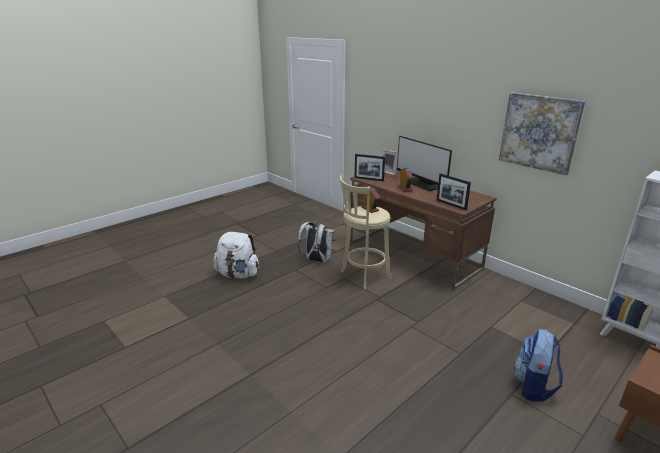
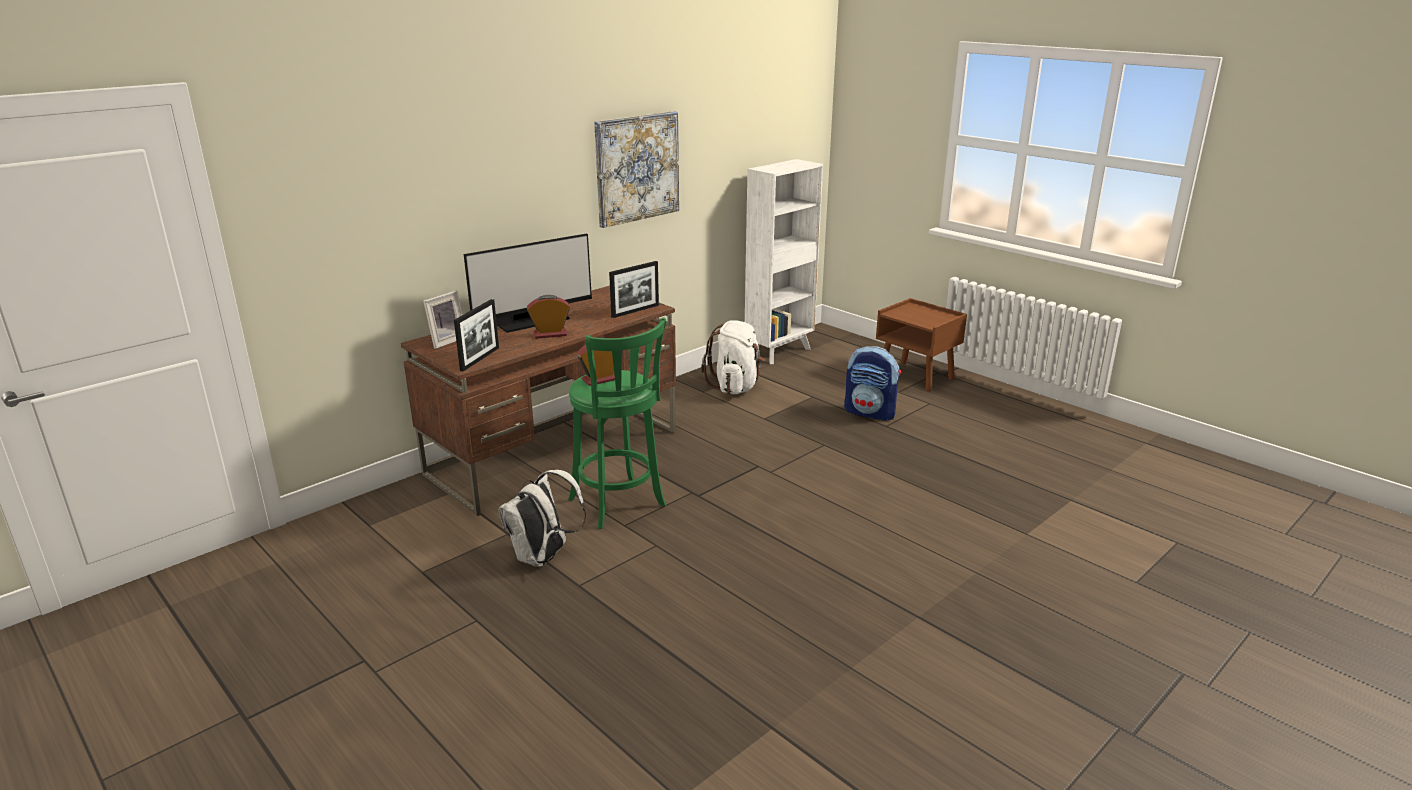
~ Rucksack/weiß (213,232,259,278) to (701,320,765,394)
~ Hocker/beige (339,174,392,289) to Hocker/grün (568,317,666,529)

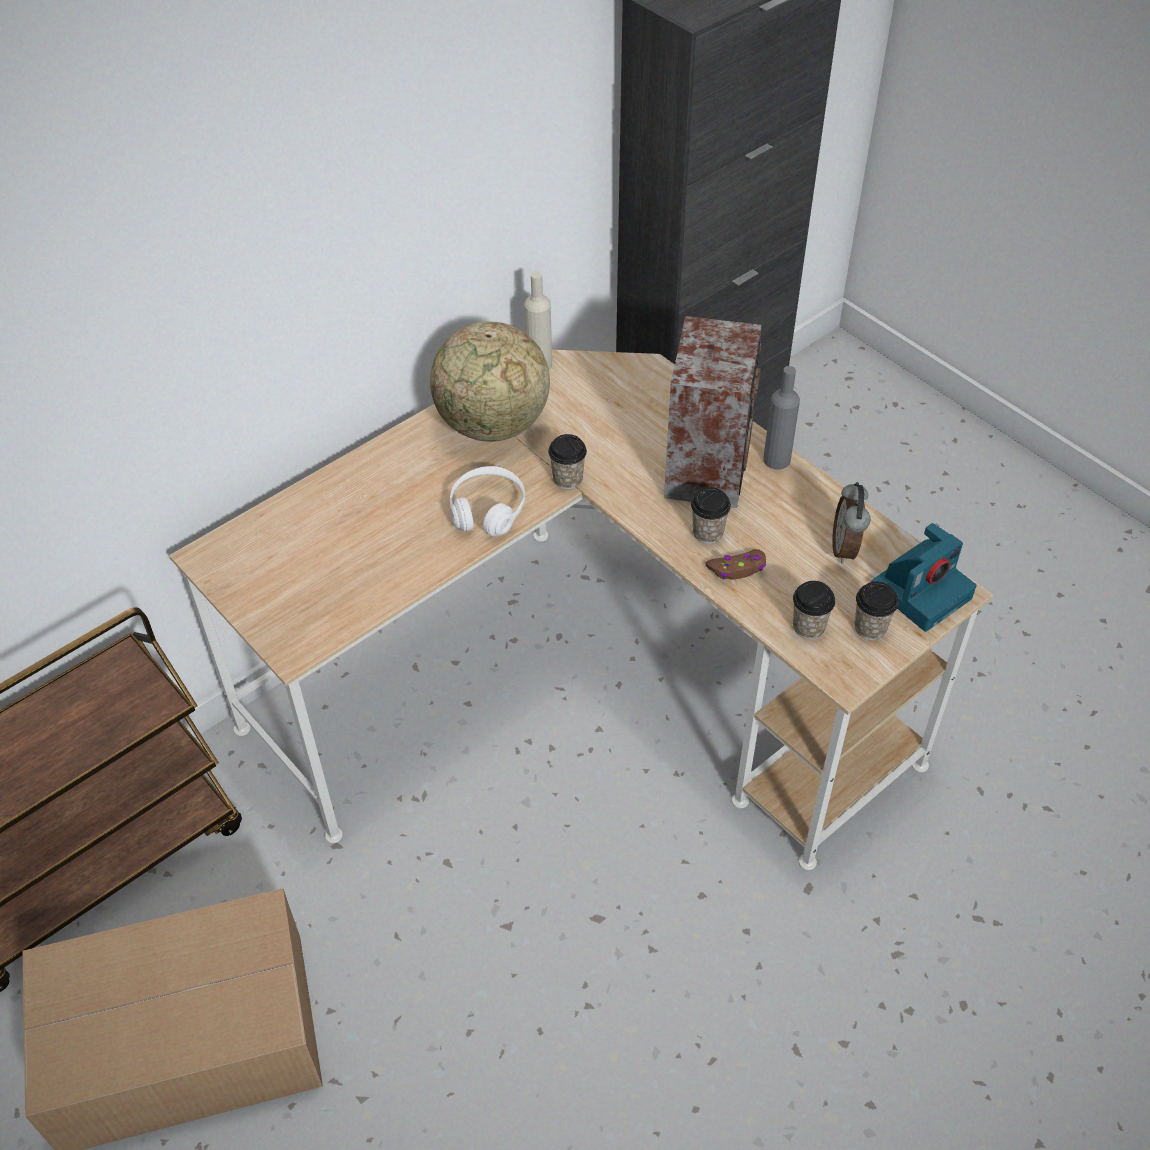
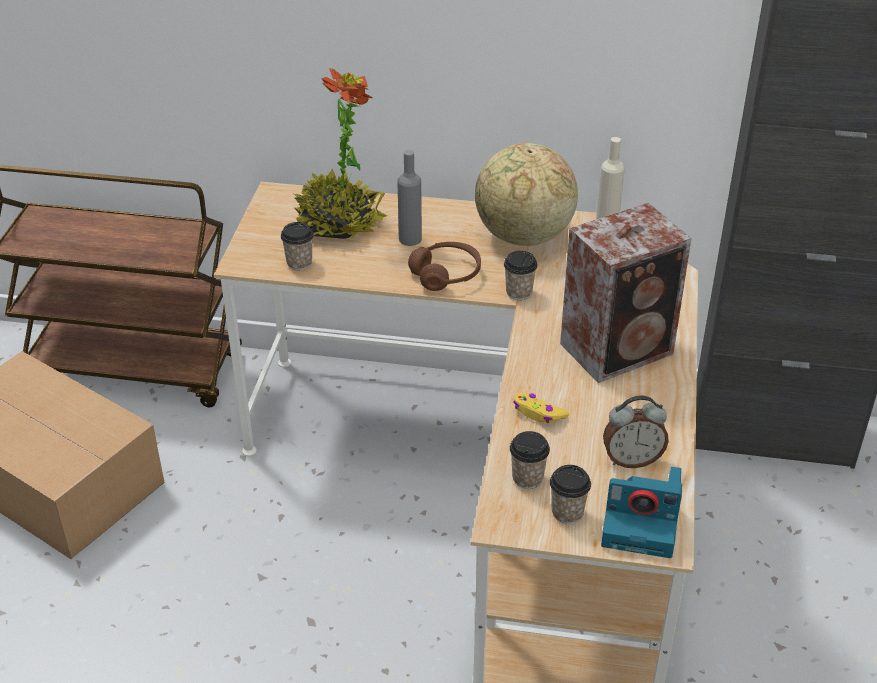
+ Topfpflanze (293,68,387,239)
~ Tasse (691,487,731,544) to (281,222,313,270)
~ Flasche/grau (763,366,800,470) to (397,150,422,246)
~ Kopfhörer/weiß (450,466,525,536) to Kopfhörer/braun (408,242,481,291)
~ Gamepad/braun (705,549,766,580) to Gamepad/gelb (513,392,569,424)
~ Wecker (832,482,870,564) = (603,395,669,468) 150 degrees counterclockwise

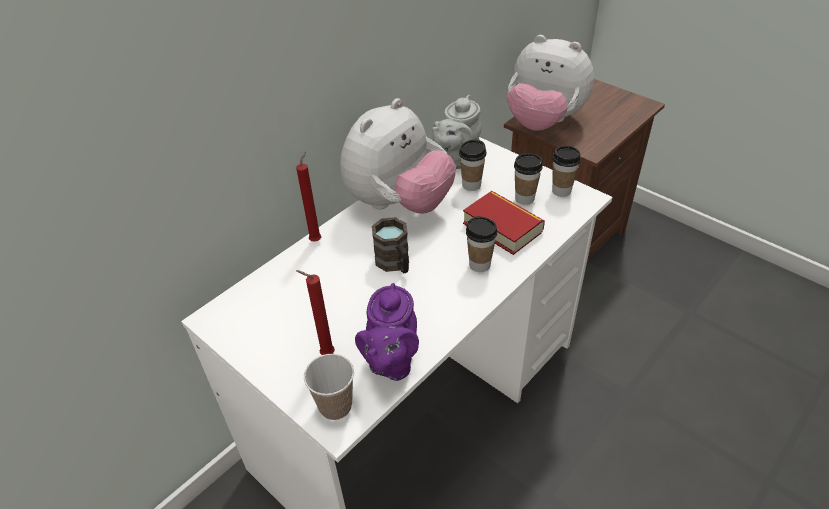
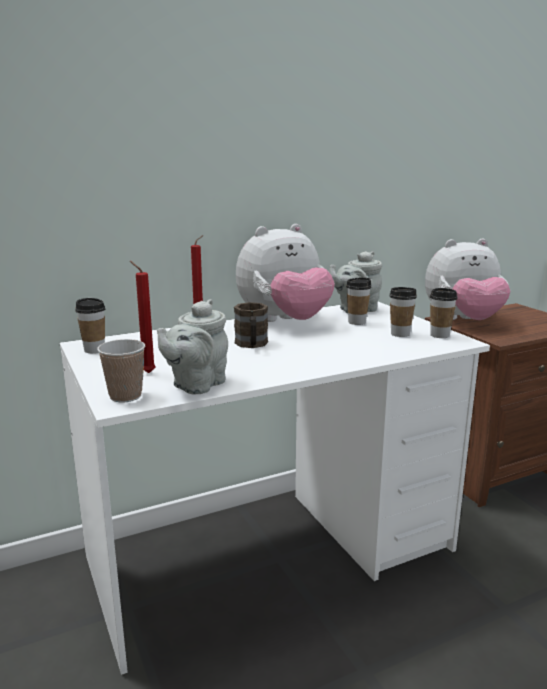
- Buch (463,191,545,255)
~ Tasse (466,216,498,272) to (75,298,105,353)
~ Teekanne/lila (355,283,419,381) to Teekanne/grau (157,299,228,394)
~ Plüschtier (507,35,594,131) = (425,239,510,320) 60 degrees counterclockwise

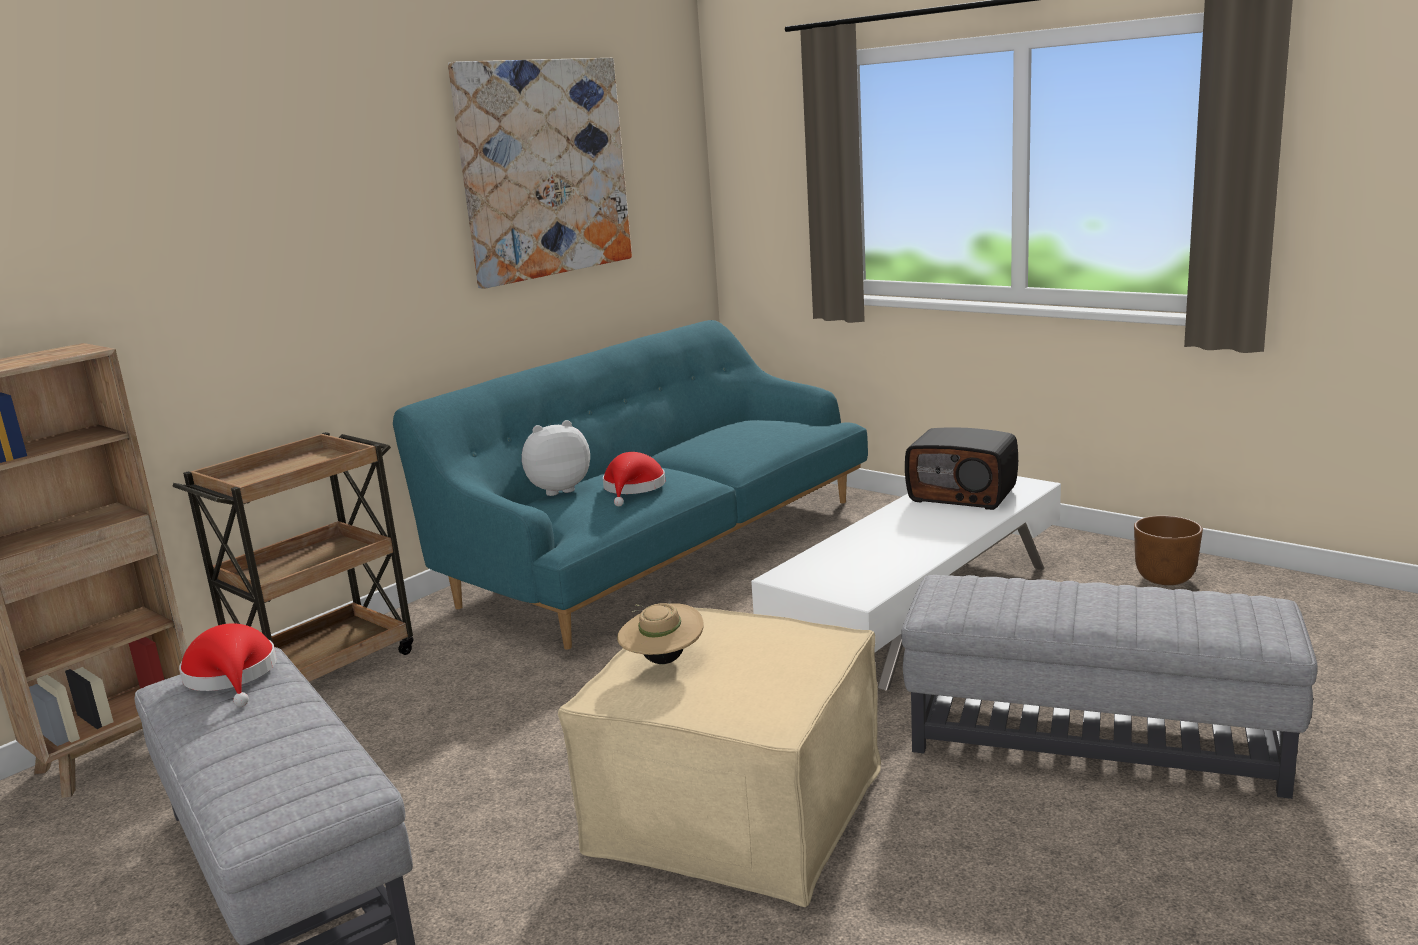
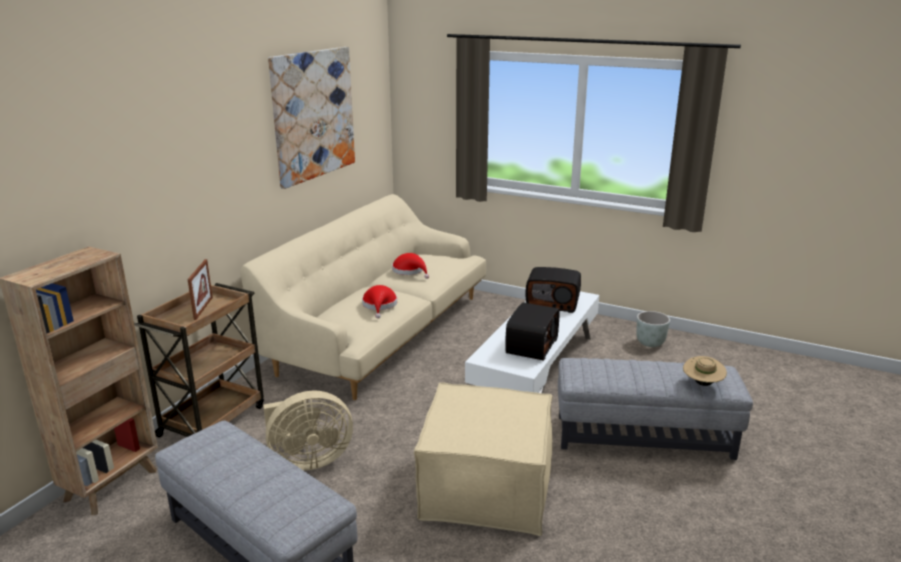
- Plüschtier (522,420,590,496)
+ Bilderrahmen (188,259,213,320)
+ Ventilator/beige (263,390,353,470)
+ Radio (505,302,560,361)
~ Hut/rot (179,623,277,707) to (392,253,429,279)
~ Hut/beige (617,603,703,664) to (683,356,727,386)
~ Sofa/türkis (393,320,868,649) to Sofa/beige (240,194,486,400)
~ Pflanzkübel/braun (1134,516,1203,585) to Pflanzkübel/grau (636,311,670,347)

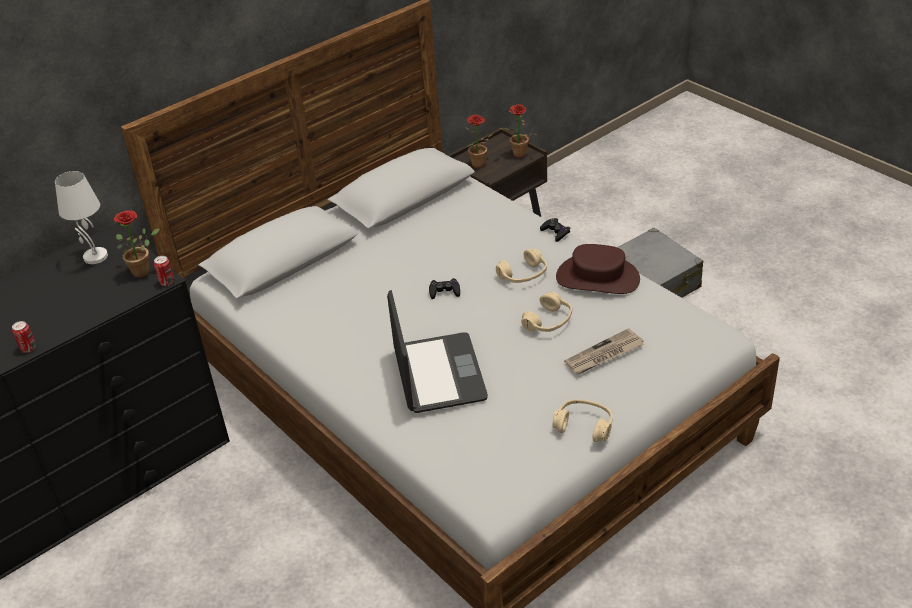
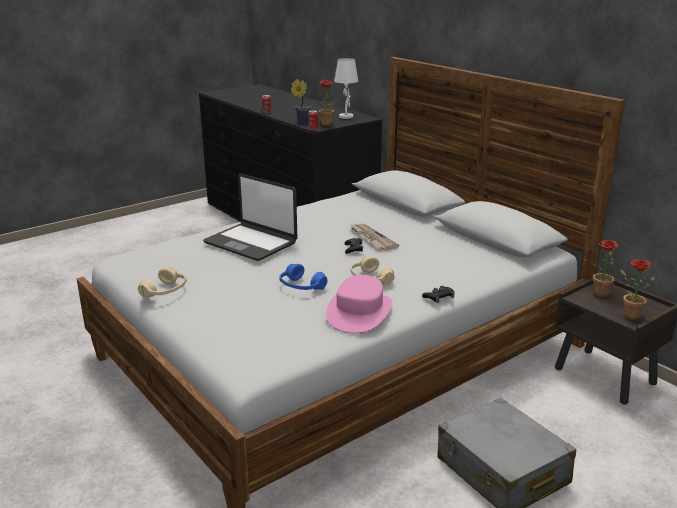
+ Topfpflanze (291,79,311,123)
~ Zeitung (564,328,644,374) to (351,224,399,250)
~ Kopfhörer/beige (521,292,572,332) to Kopfhörer/blau (279,264,327,290)
~ Hut/braun (556,244,640,294) to Hut/rosa (326,275,392,334)
~ Laptop (387,290,488,413) = (203,174,297,261) 45 degrees clockwise

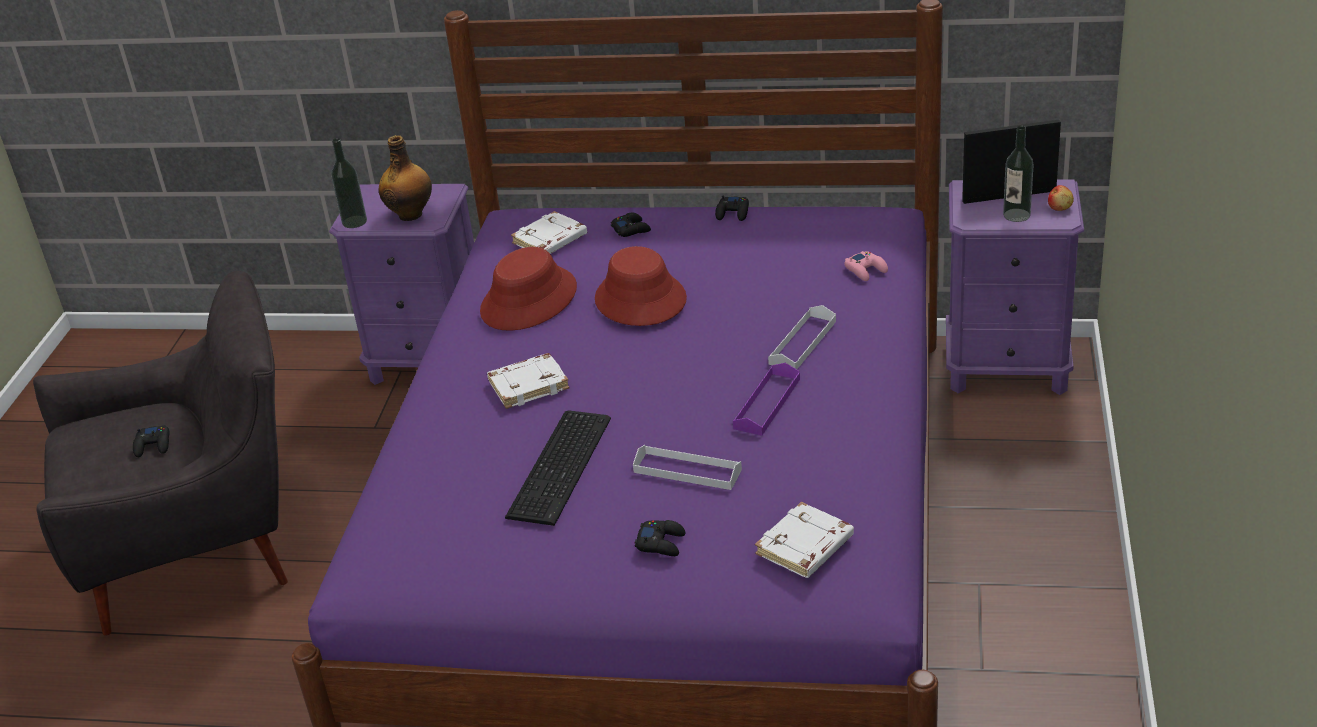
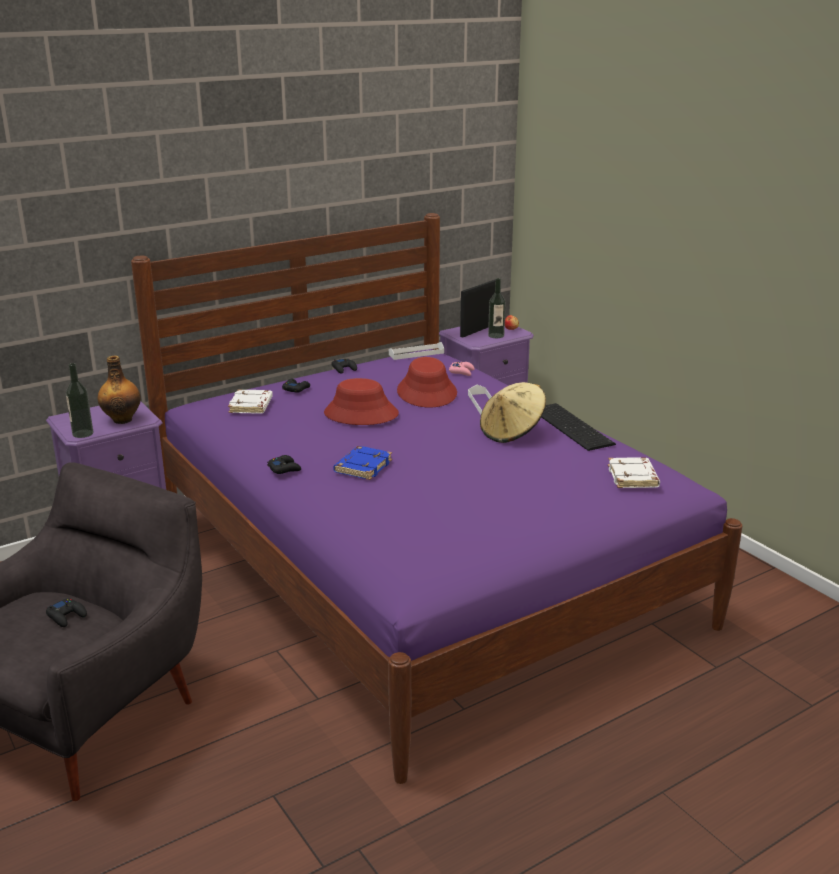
~ Hut/rot (480,247,577,331) to (397,357,457,407)
~ Tastatur (505,410,611,526) to (542,403,616,451)
~ Tablett/weiß (633,445,742,490) to (389,342,444,360)
~ Gamepad/schwarz (635,520,685,556) to (267,455,301,474)
~ Tablett/lila (733,363,800,436) to Hut/beige (480,382,546,443)
~ Buch/weiß (487,353,570,409) to Buch/blau (333,446,392,480)

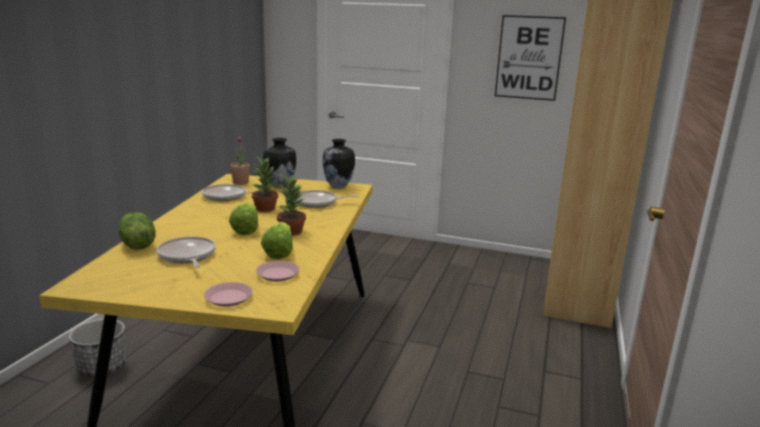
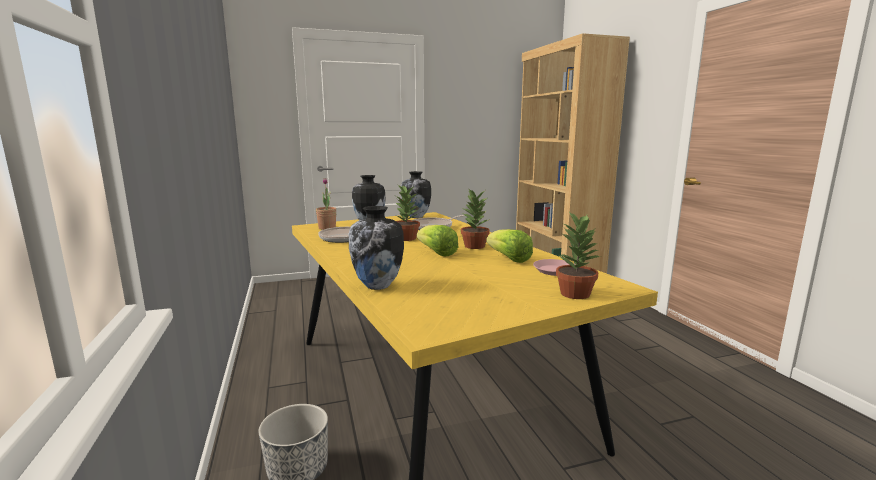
- Pfanne (157,236,216,268)
- Bild (495,15,566,101)
~ Salatkopf (119,212,156,250) to Vase (349,206,404,290)
~ Teller/rosa (204,282,253,307) to Topfpflanze (556,212,601,299)

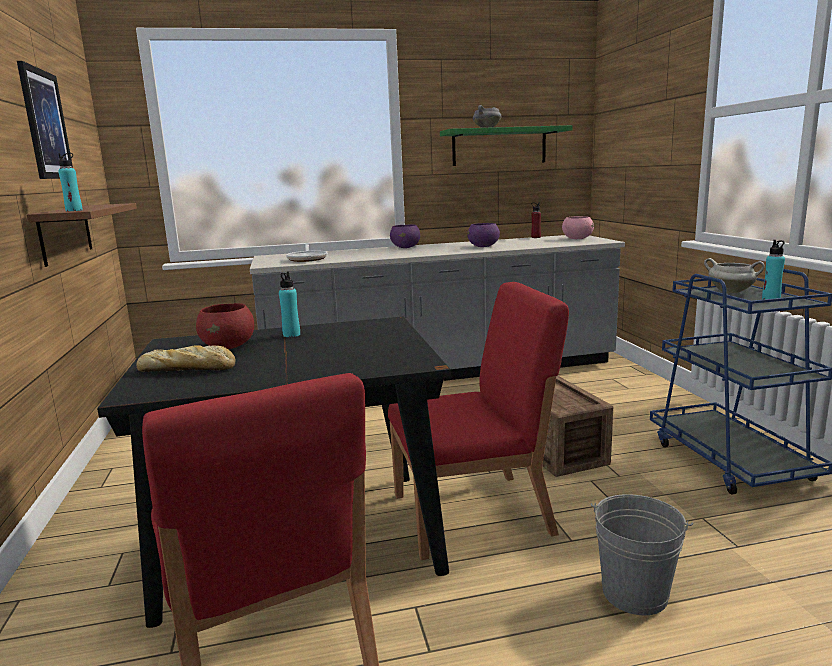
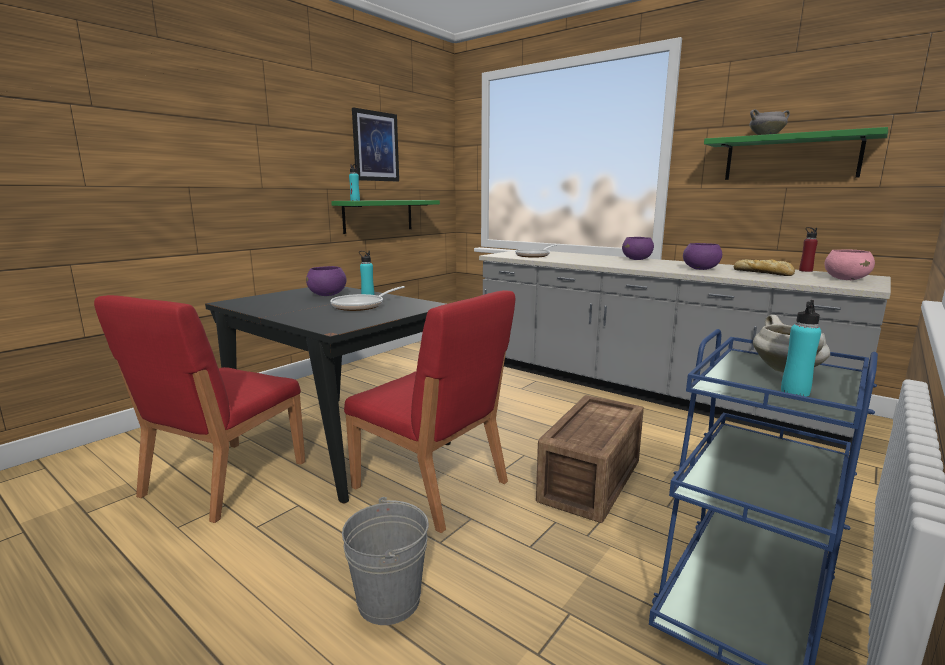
+ Pfanne (330,286,405,311)
~ Brot (136,345,235,372) to (734,259,795,276)
~ Wandregal/braun (26,203,137,267) to Wandregal/grün (331,200,440,234)
~ Schüssel/rot (196,303,254,349) to Schüssel/lila (306,266,347,296)

